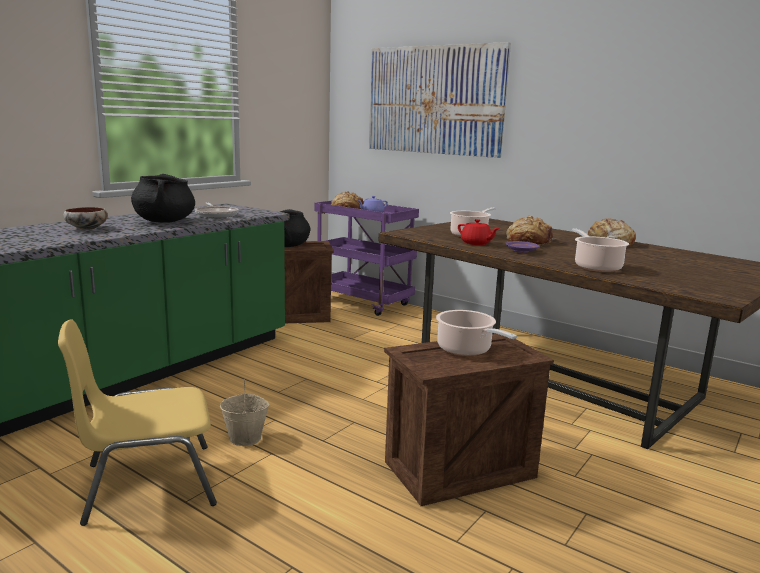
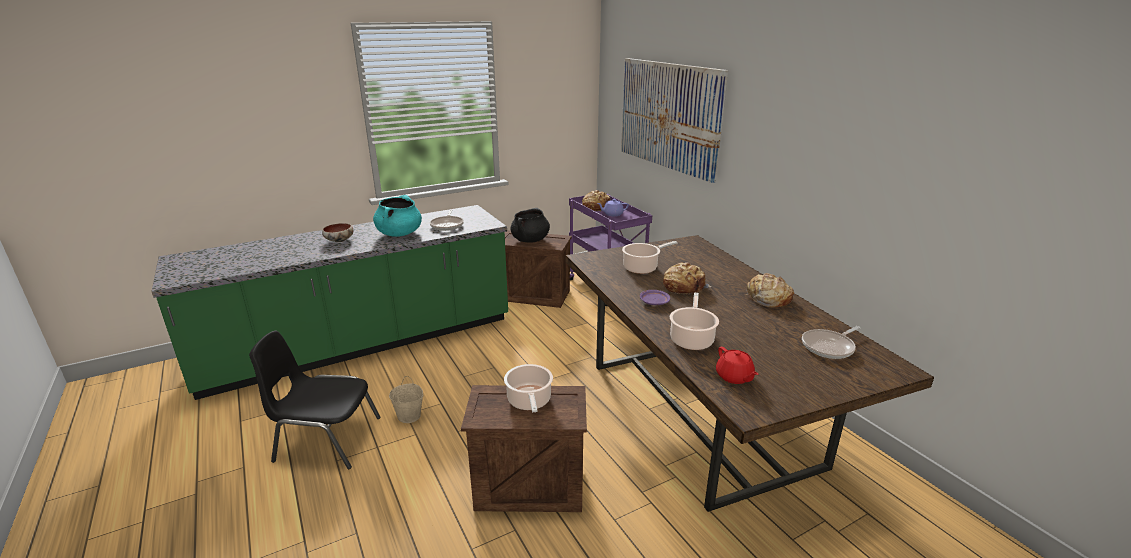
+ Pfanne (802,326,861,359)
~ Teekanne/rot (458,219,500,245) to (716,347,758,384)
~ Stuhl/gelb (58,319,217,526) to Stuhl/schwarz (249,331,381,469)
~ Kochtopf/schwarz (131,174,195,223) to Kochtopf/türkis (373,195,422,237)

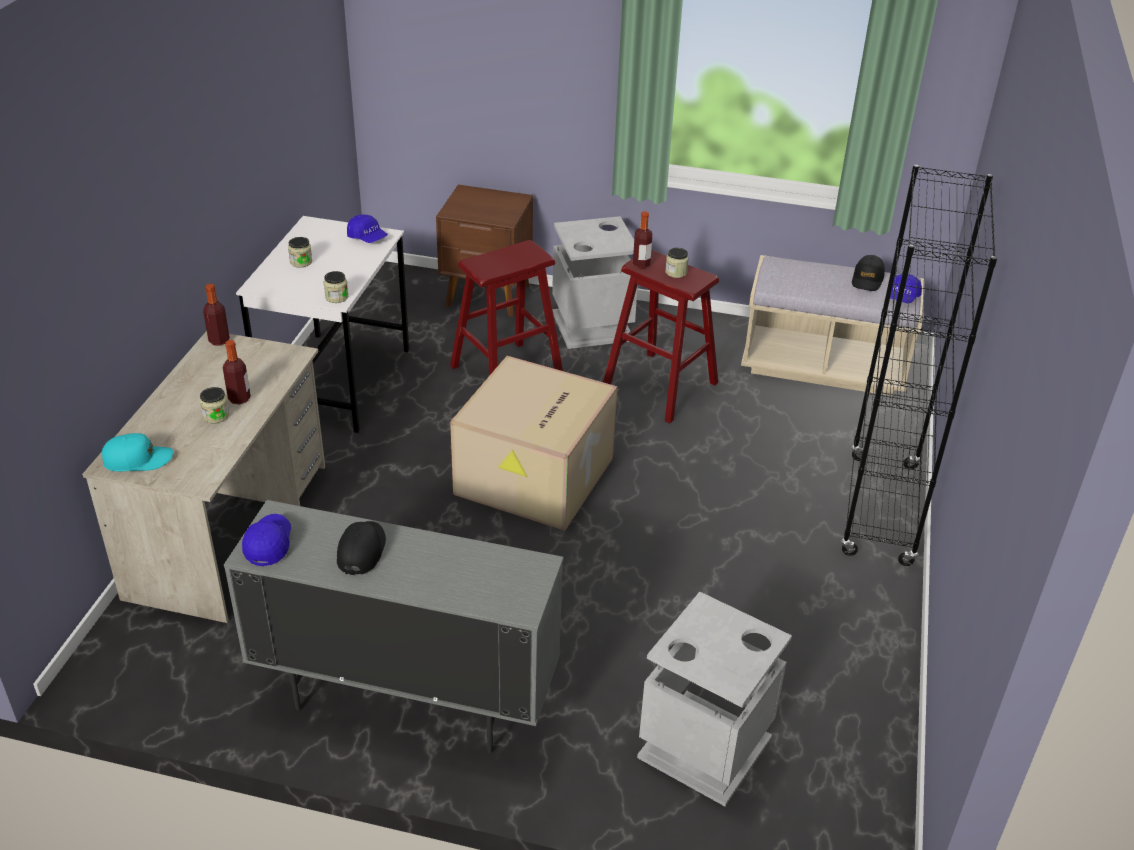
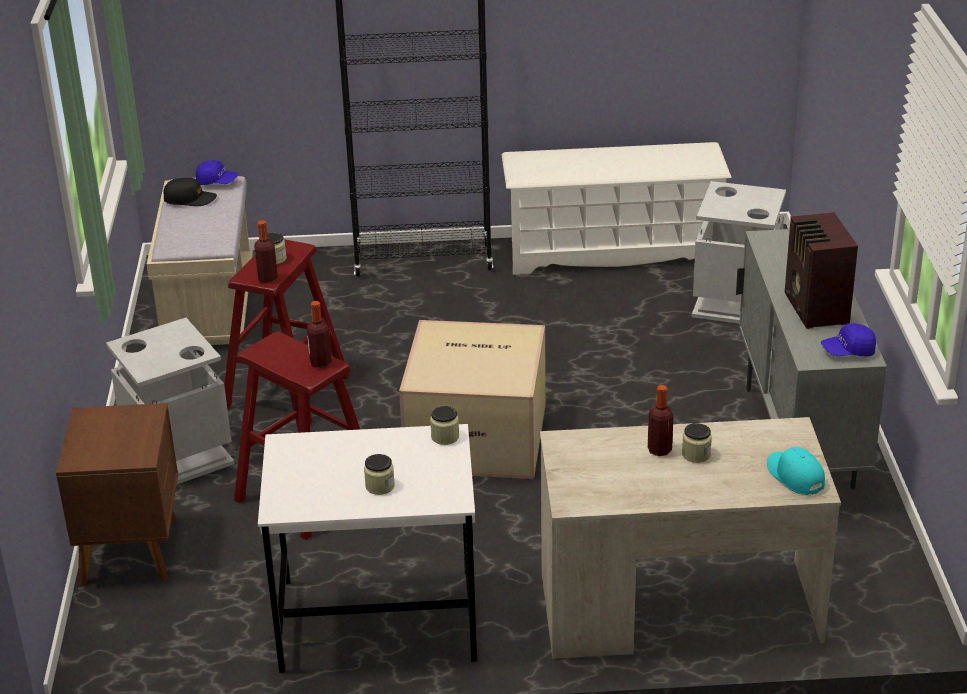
- Kappe/blau (347,215,388,243)
+ Schuhregal/weiß (502,142,732,275)
~ Flasche (203,284,230,346) to (307,301,332,368)
~ Kappe/schwarz (337,521,386,575) to Radio (785,212,858,329)

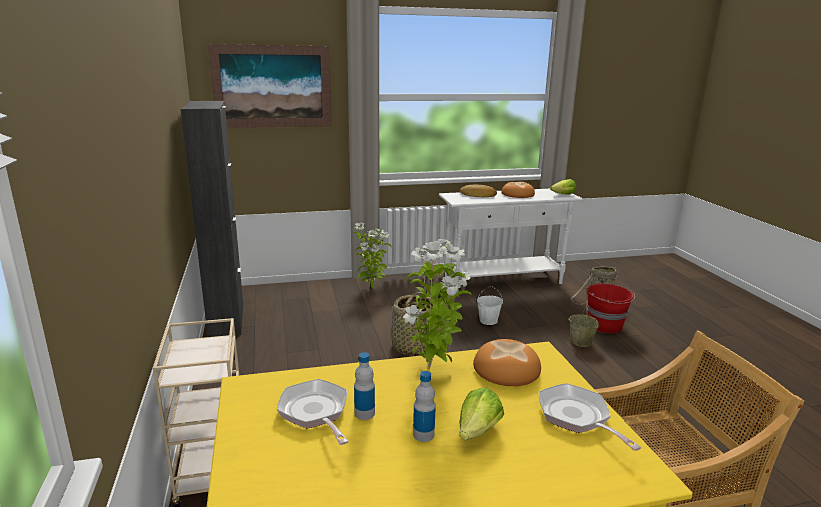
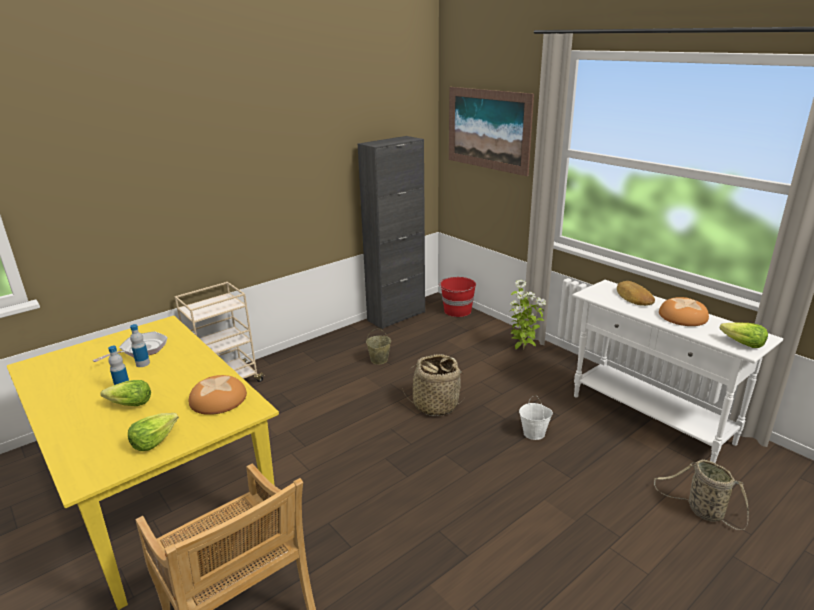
- Topfpflanze (403,239,472,369)
~ Eimer/beige (569,306,599,347) to (366,328,391,364)
~ Eimer/rot (587,283,635,334) to (439,277,476,317)
~ Pfanne (539,383,641,451) to Salatkopf (128,413,179,451)

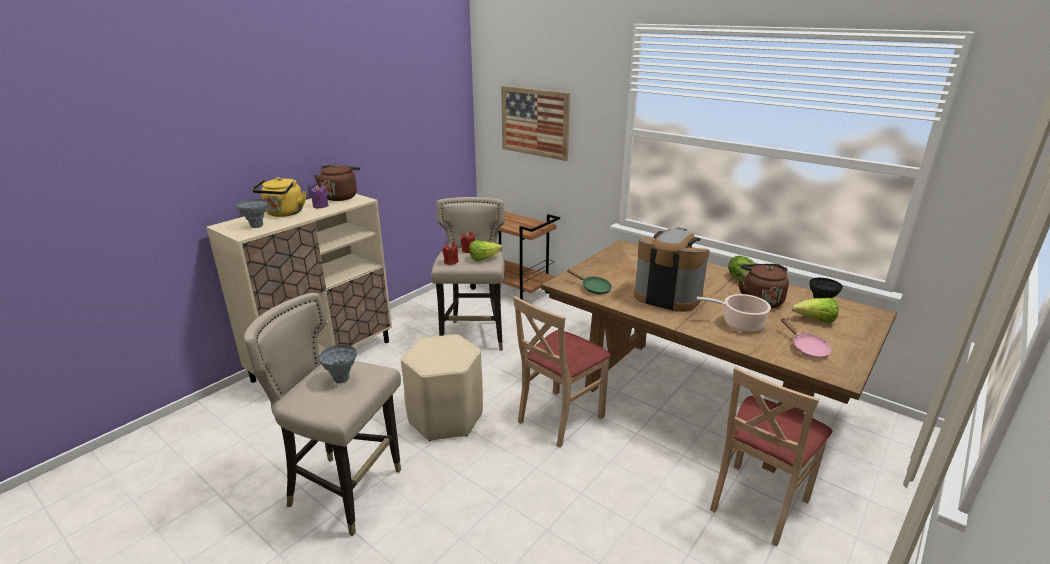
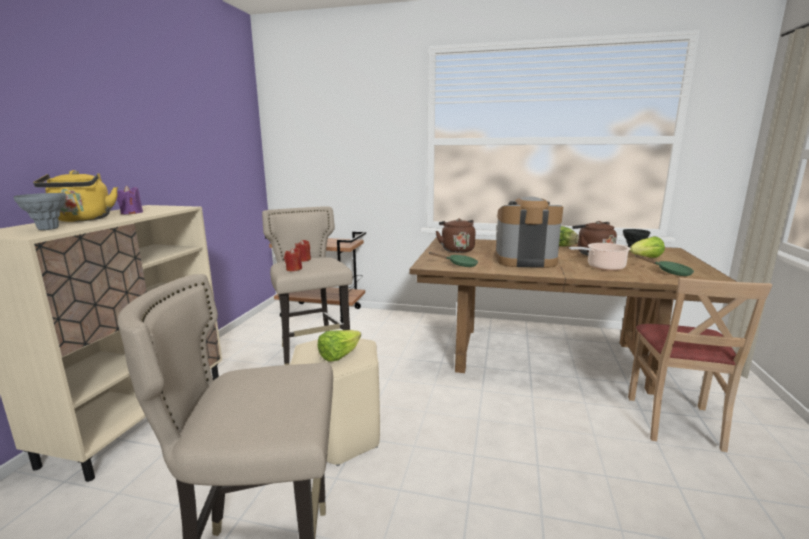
- Vase/grau (319,345,357,383)
- Bild (501,86,570,161)
- Stuhl/beige (513,296,612,448)
~ Wasserkessel/braun (314,164,360,201) to (436,218,475,253)
~ Salatkopf (469,240,502,261) to (318,330,361,362)
~ Pfanne/rosa (781,318,831,359) to Pfanne/grün (636,255,694,276)

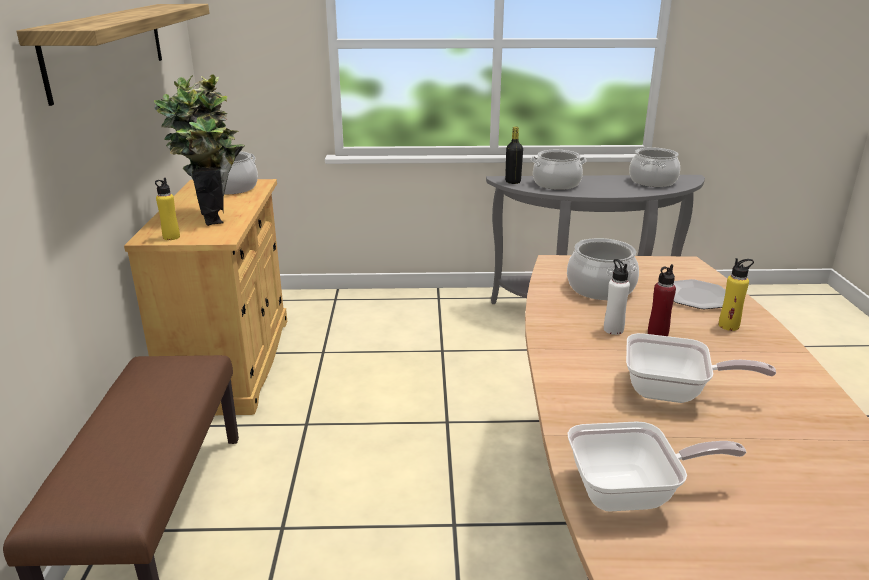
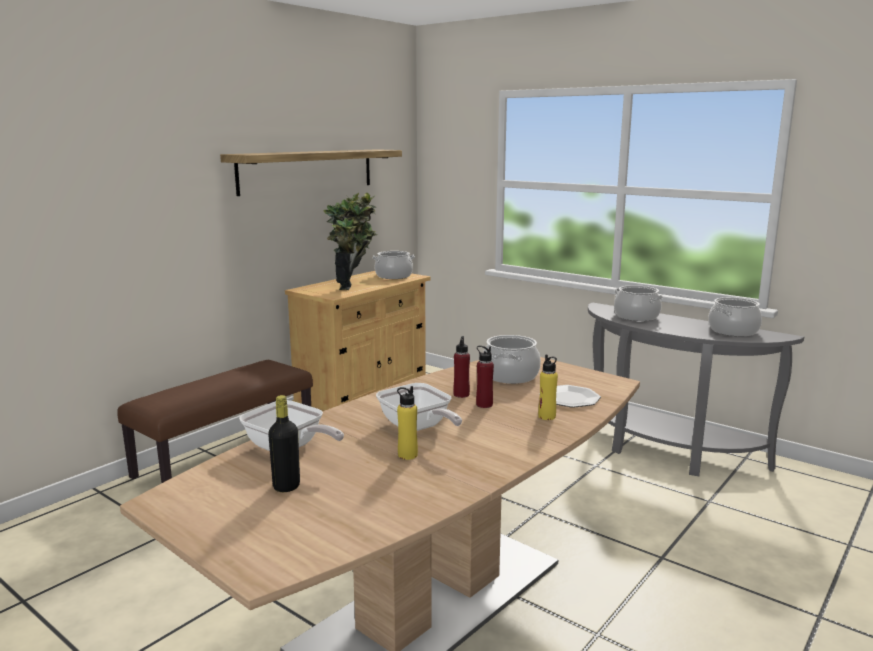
~ Flasche/gelb (155,178,180,240) to (397,386,418,460)
~ Flasche/schwarz (505,127,523,184) to (268,395,300,492)
~ Flasche/weiß (604,259,630,335) to Flasche/rot (453,336,470,398)

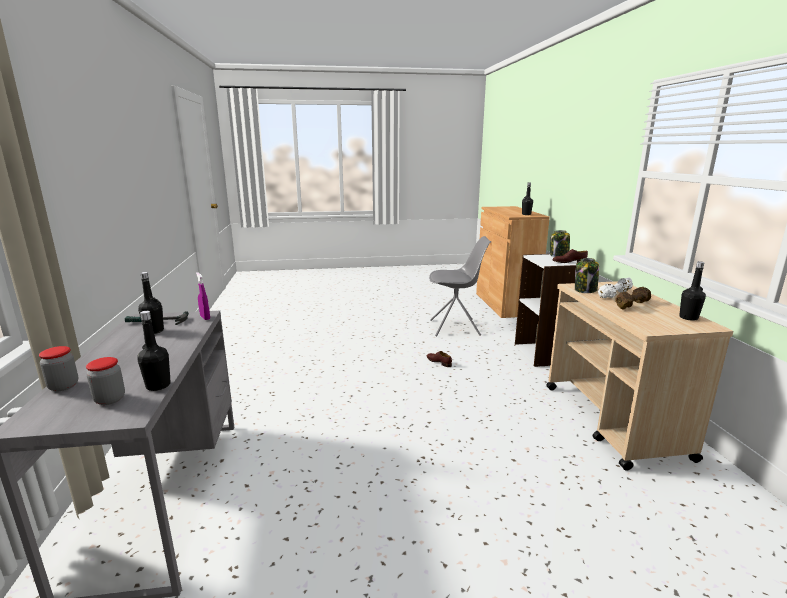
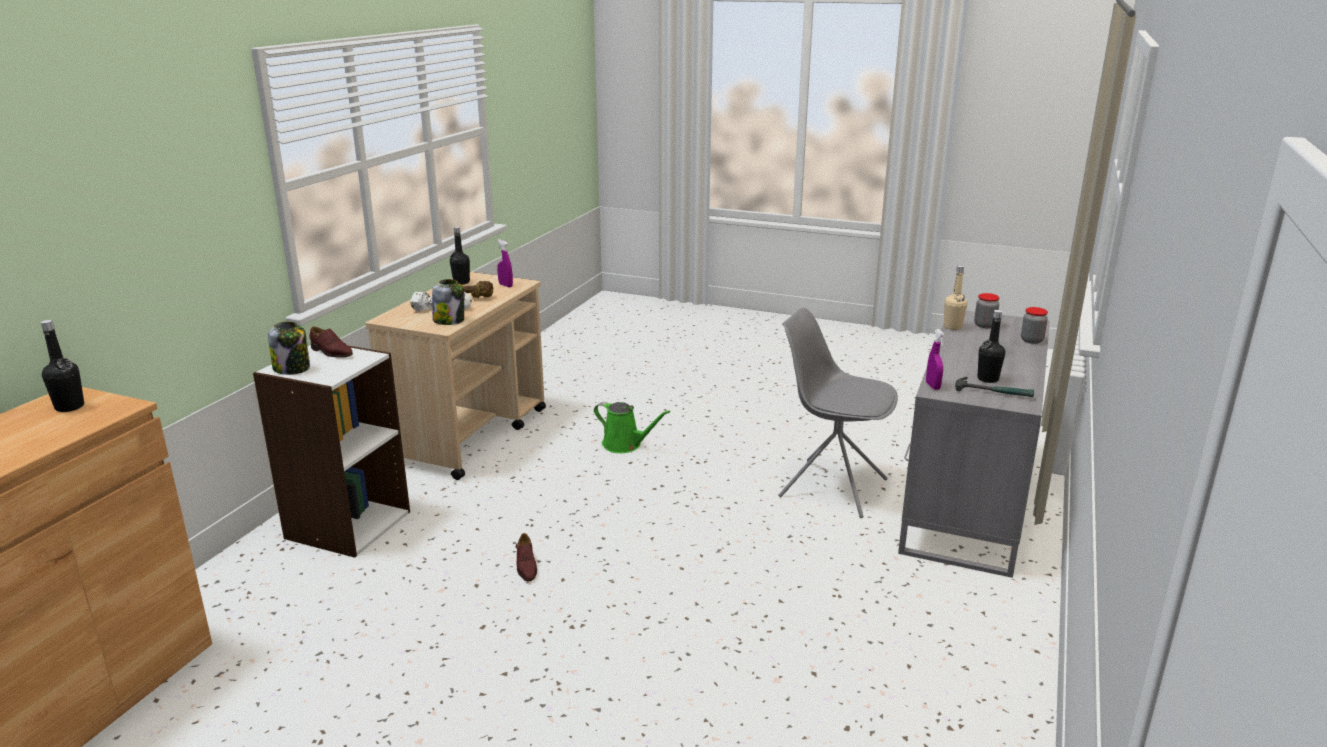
+ Sprühflasche/lila (497,239,513,288)
+ Gießkanne/grün (594,402,670,453)
~ Stuhl/grau (429,236,491,337) to (778,308,898,518)
~ Flasche/schwarz (137,311,171,391) to Flasche/beige (944,265,968,330)

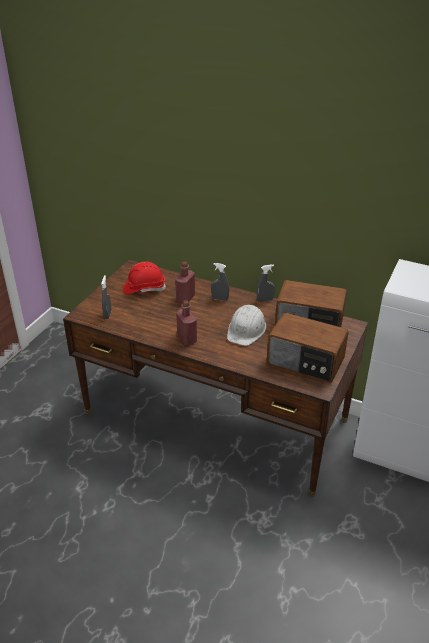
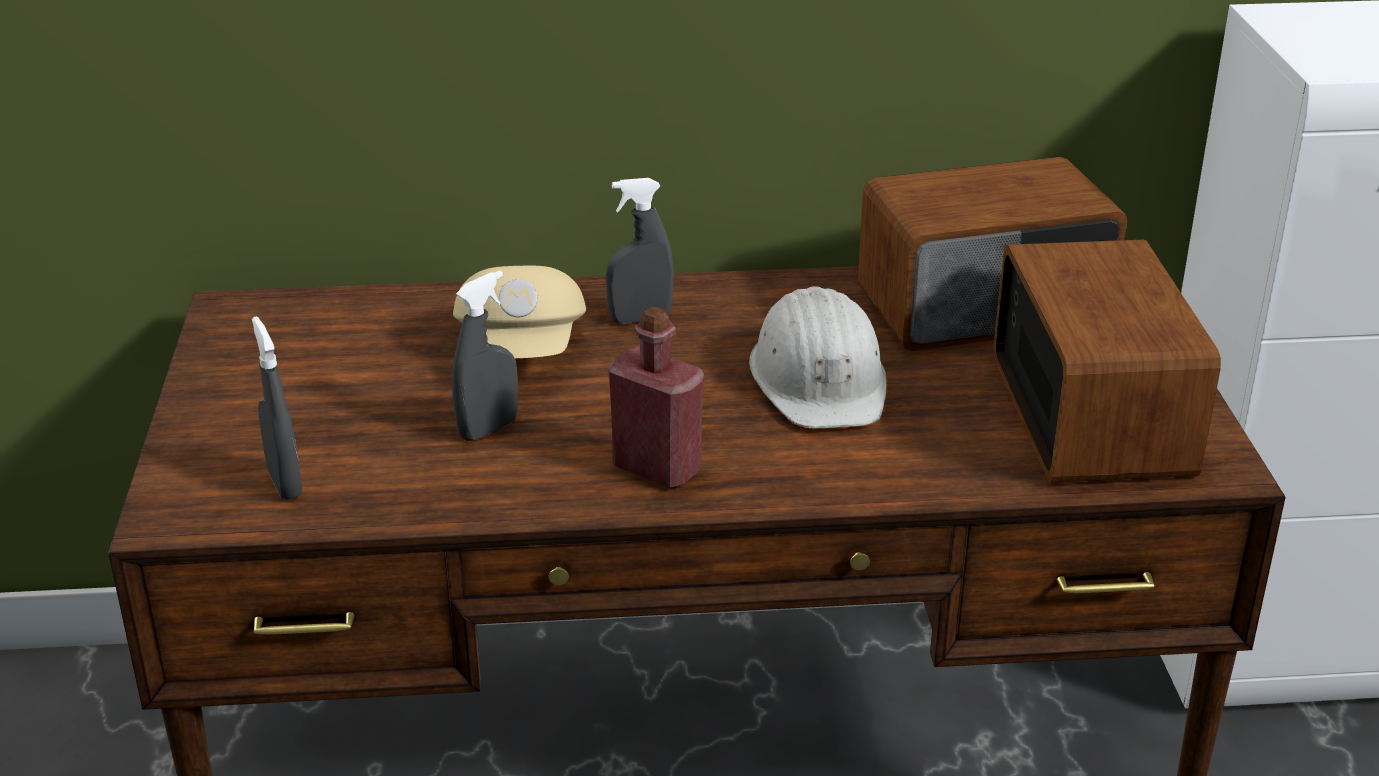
- Schutzhelm/rot (123,262,166,295)
~ Sprühflasche/grau (257,264,275,302) to (452,270,518,441)
~ Flasche/rot (175,261,195,303) to Kappe/beige (453,266,586,358)
~ Radio (267,313,349,383) = (994,240,1221,483) 90 degrees counterclockwise

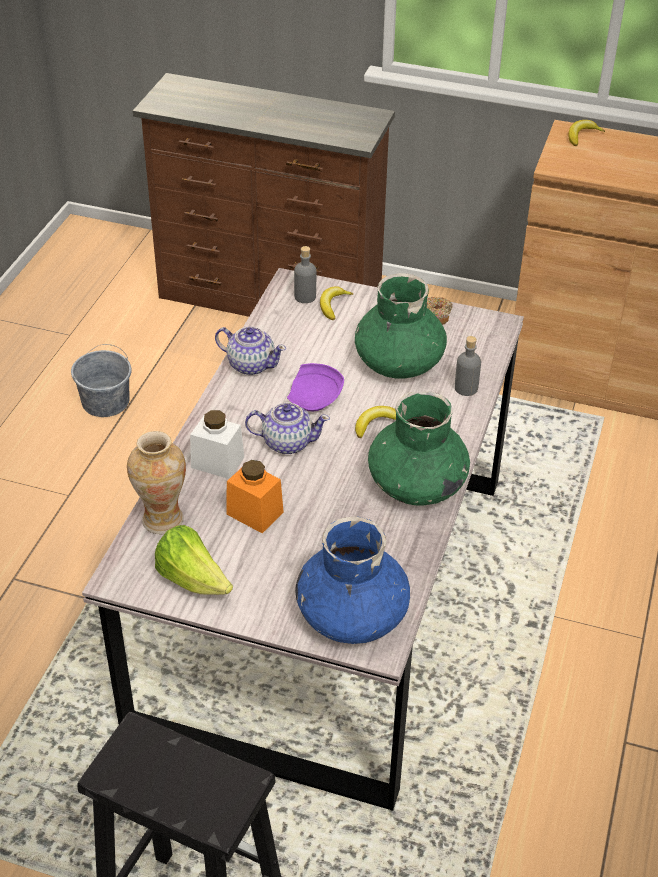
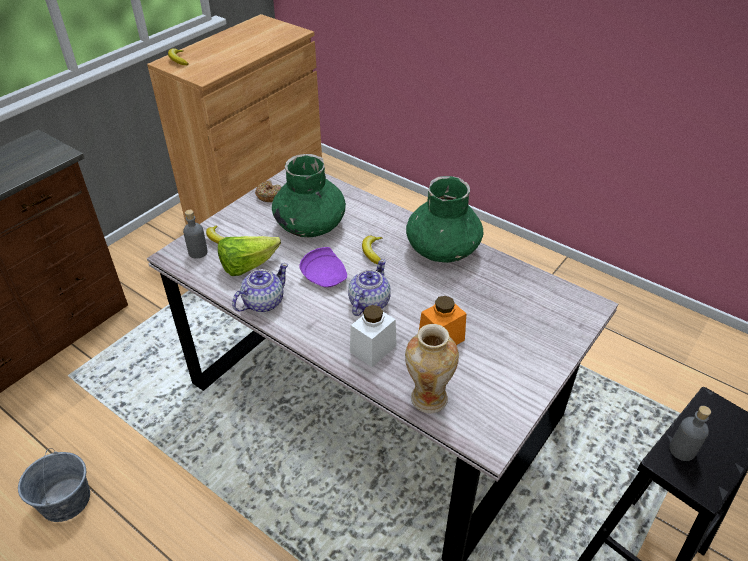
- Vase/blau (295,516,410,644)
~ Salatkopf (155,525,233,595) to (218,236,281,276)
~ Flasche/grau (455,336,481,396) to (669,406,711,461)

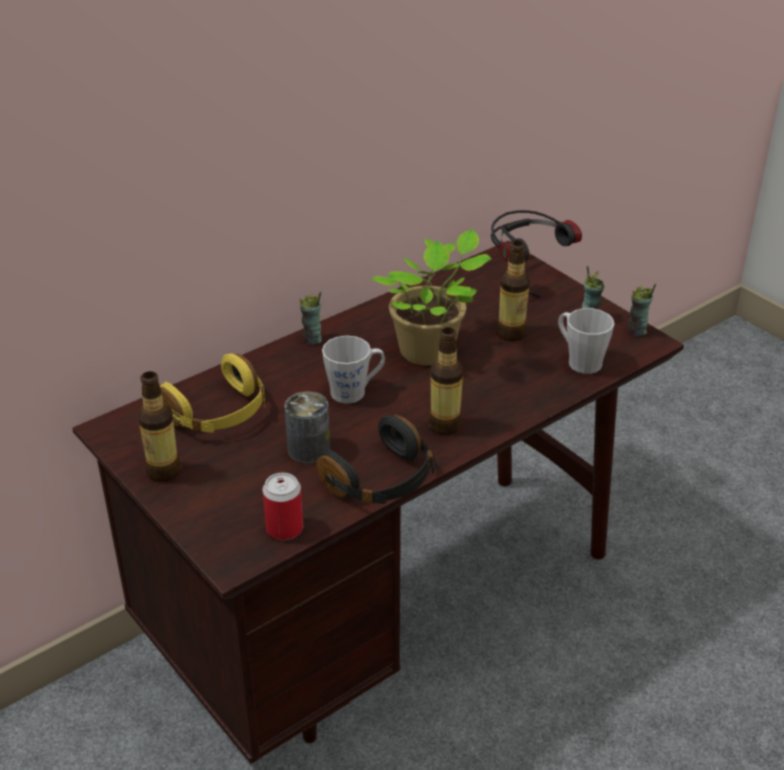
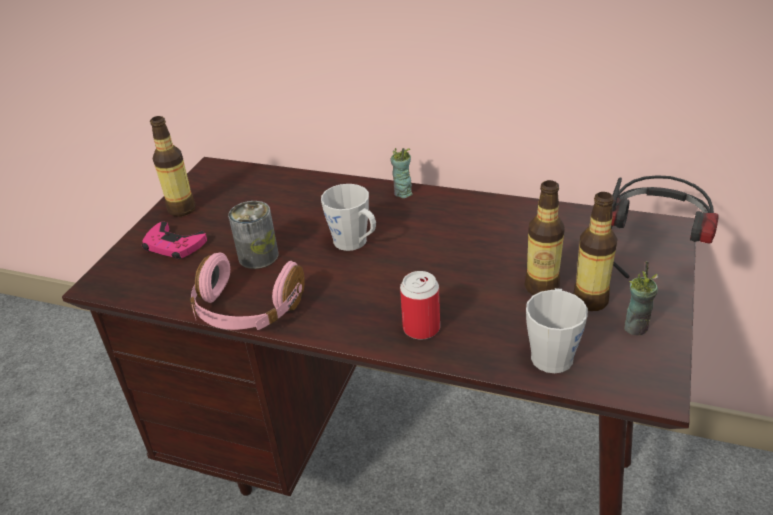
- Kopfhörer/gelb (160,353,265,433)
- Topfpflanze (370,229,492,366)
- Tasse (627,283,656,337)
+ Gamepad/rosa (142,221,207,259)
~ Dose (263,473,303,540) to (400,271,440,340)
~ Flasche (429,327,463,435) to (573,192,618,311)
~ Kopfhörer/schwarz (317,415,434,504) to Kopfhörer/rosa (190,252,305,330)

